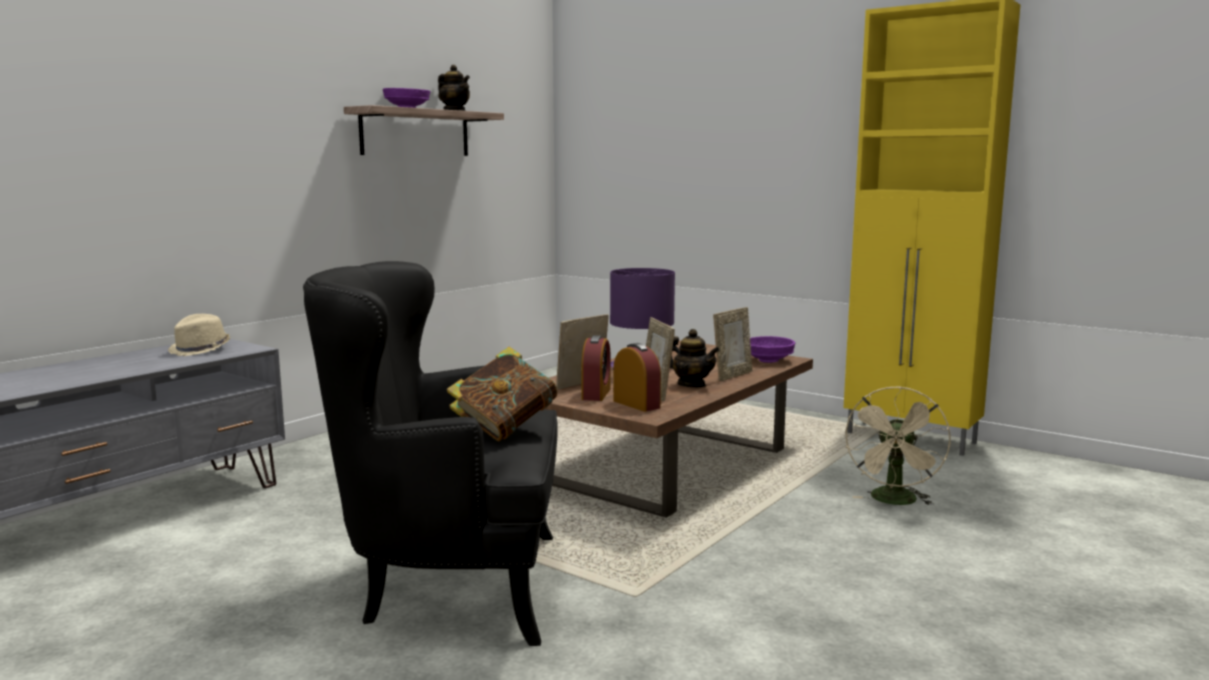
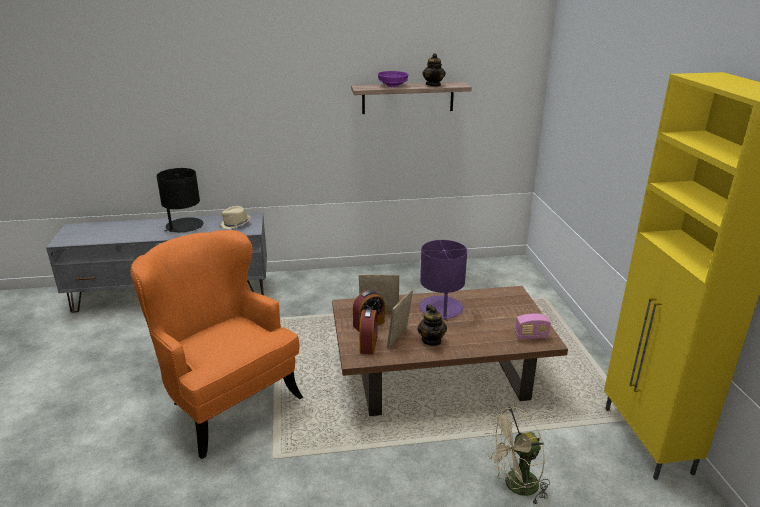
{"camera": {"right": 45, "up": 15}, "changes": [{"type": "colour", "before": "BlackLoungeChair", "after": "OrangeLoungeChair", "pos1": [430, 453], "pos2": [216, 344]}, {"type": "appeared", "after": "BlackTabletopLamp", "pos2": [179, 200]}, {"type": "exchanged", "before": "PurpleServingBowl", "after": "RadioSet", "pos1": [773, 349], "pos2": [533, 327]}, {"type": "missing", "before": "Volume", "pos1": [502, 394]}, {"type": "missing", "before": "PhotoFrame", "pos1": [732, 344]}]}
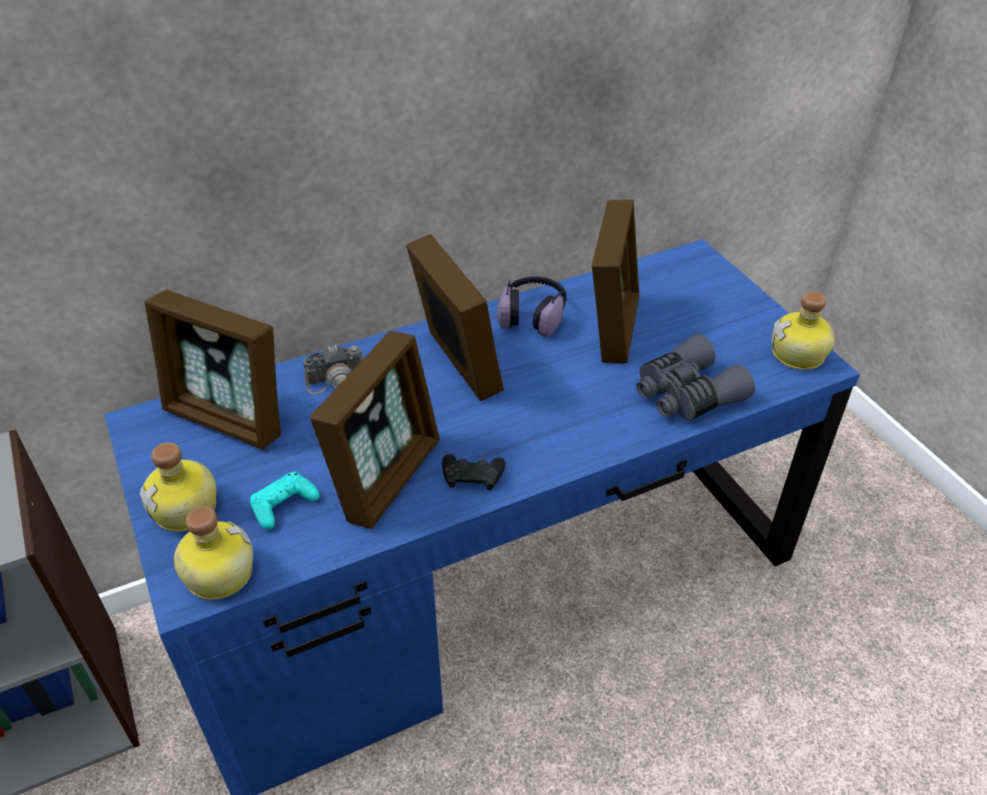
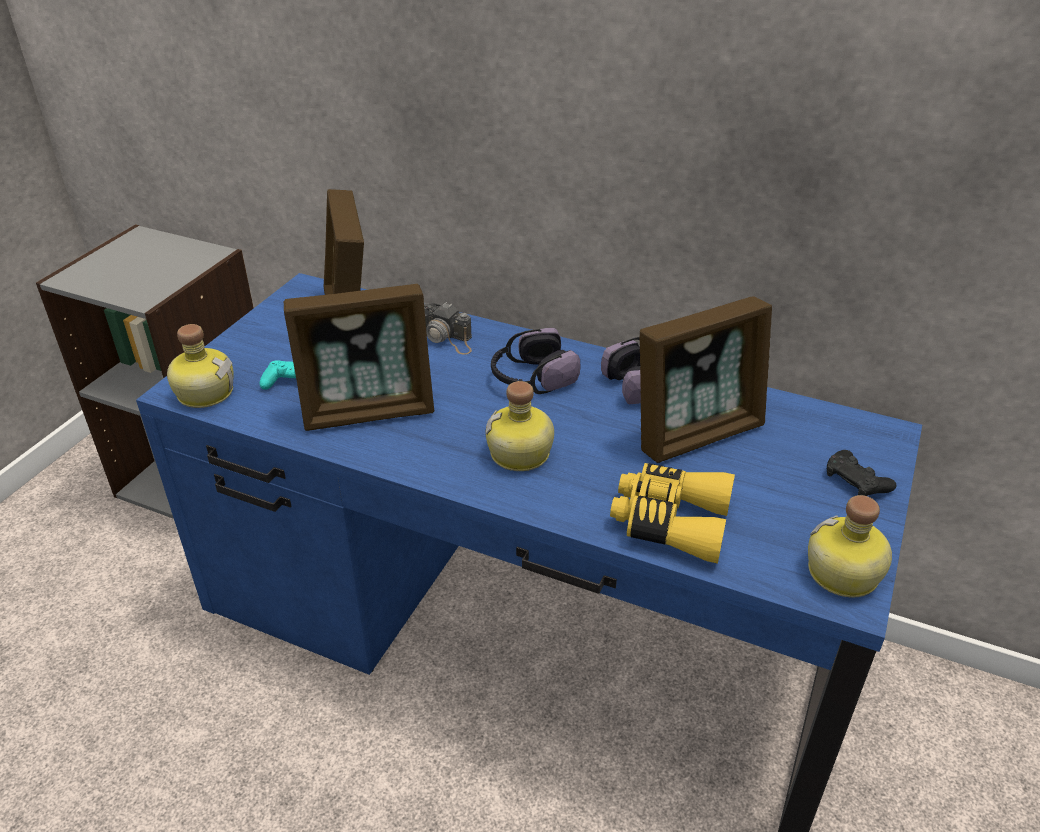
{"camera": {"right": 50, "up": -5}, "changes": [{"type": "relocated", "before": "Bottle", "pos1": [178, 487], "pos2": [520, 426]}, {"type": "exchanged", "before": "PhotoFrame", "after": "PairOfHeadphones", "pos1": [455, 317], "pos2": [536, 361]}, {"type": "colour", "before": "GrayBinoculars", "after": "YellowBinoculars", "pos1": [695, 377], "pos2": [672, 513]}, {"type": "relocated", "before": "BlackGameController", "pos1": [474, 472], "pos2": [861, 473]}]}
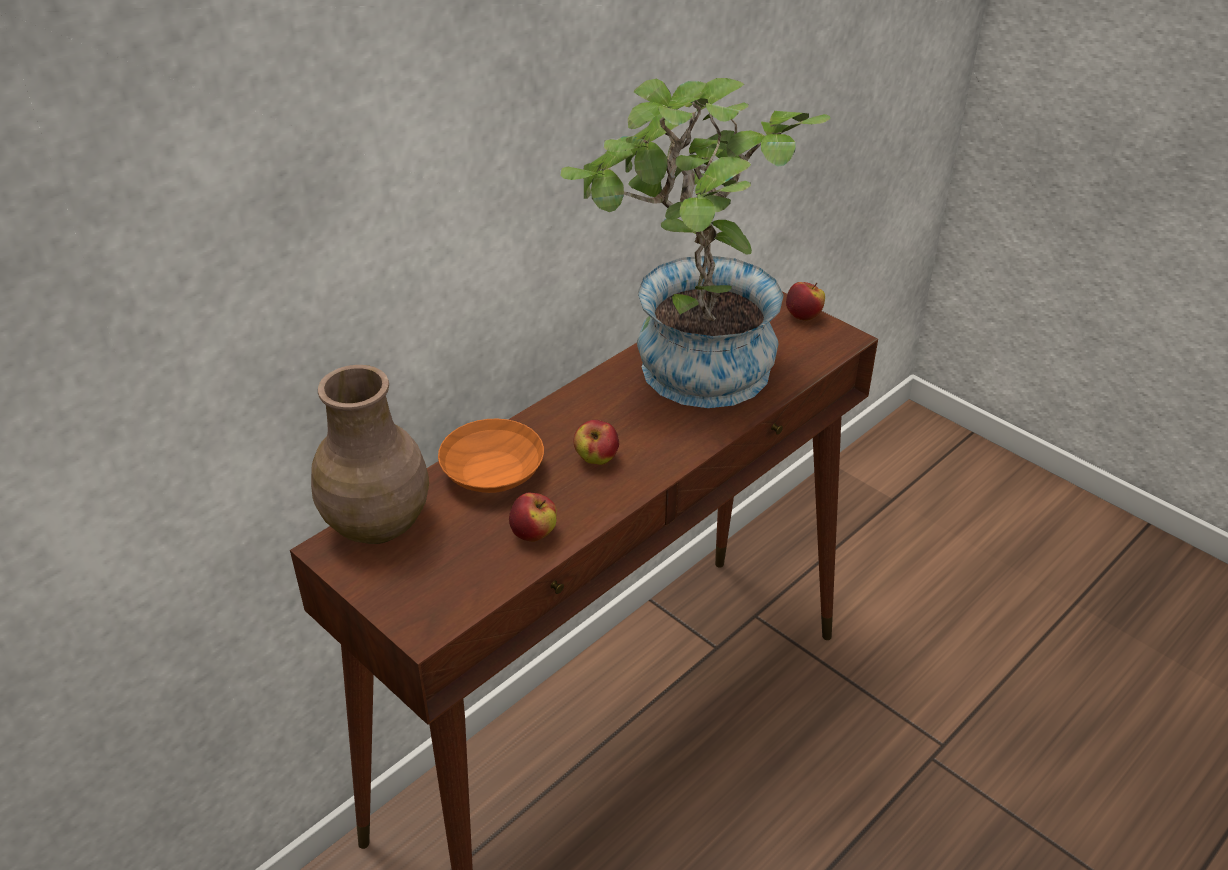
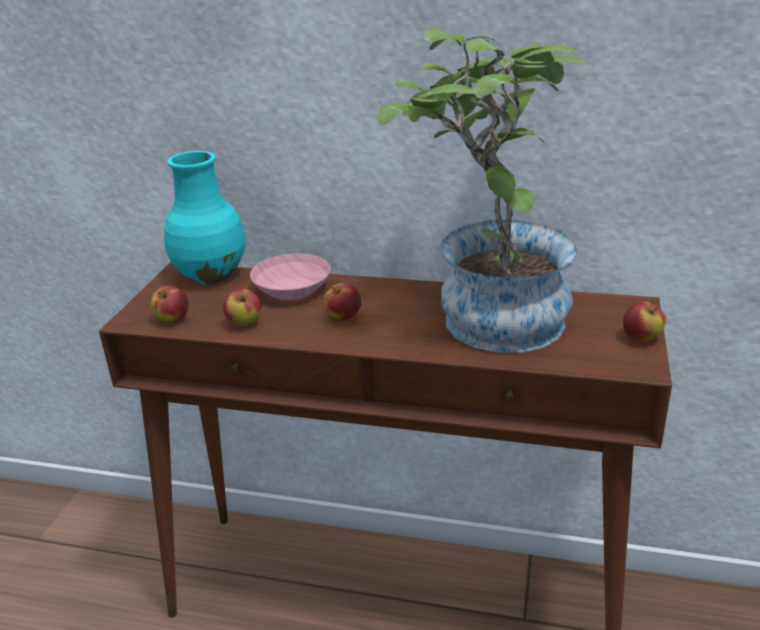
{"camera": {"right": 60, "up": -10}, "changes": [{"type": "appeared", "after": "AppleFruit", "pos2": [170, 304]}, {"type": "colour", "before": "BrownishFlowerVase", "after": "TurquoiseFlowerVase", "pos1": [370, 454], "pos2": [205, 217]}, {"type": "colour", "before": "OrangeServingBowl", "after": "PinkColouredServingBowl", "pos1": [491, 456], "pos2": [290, 277]}]}
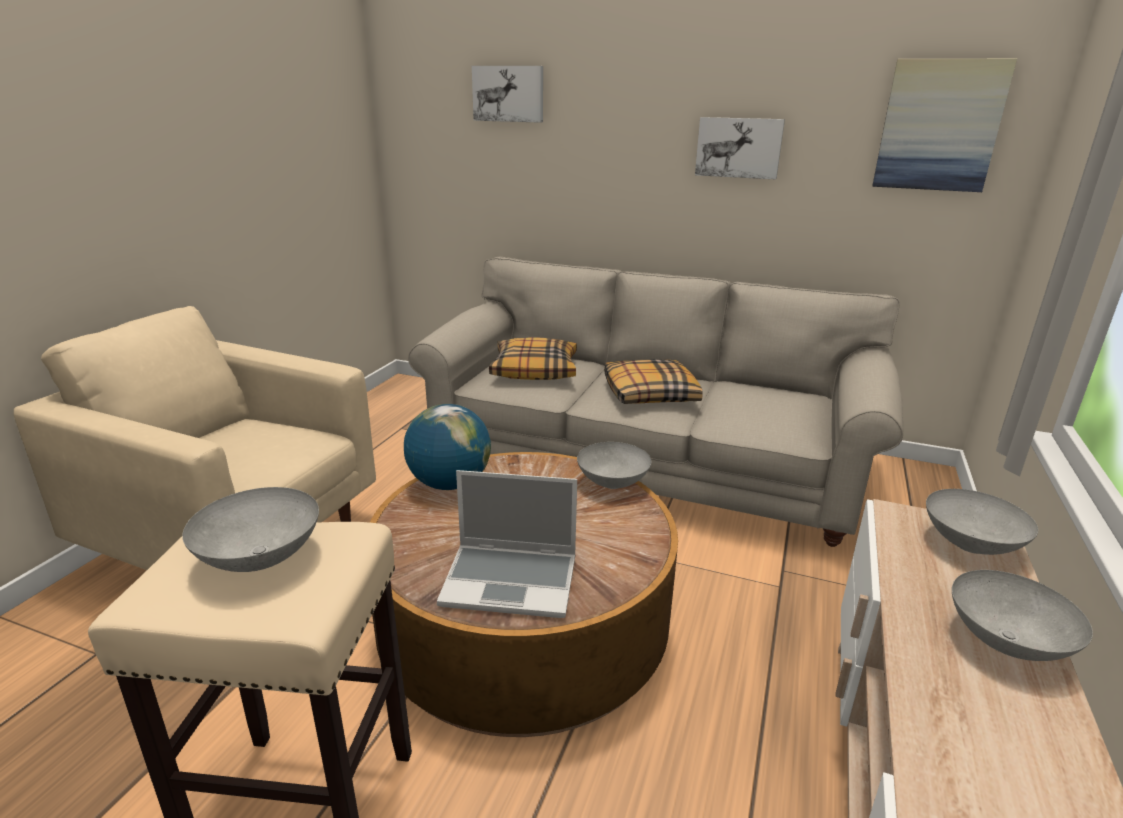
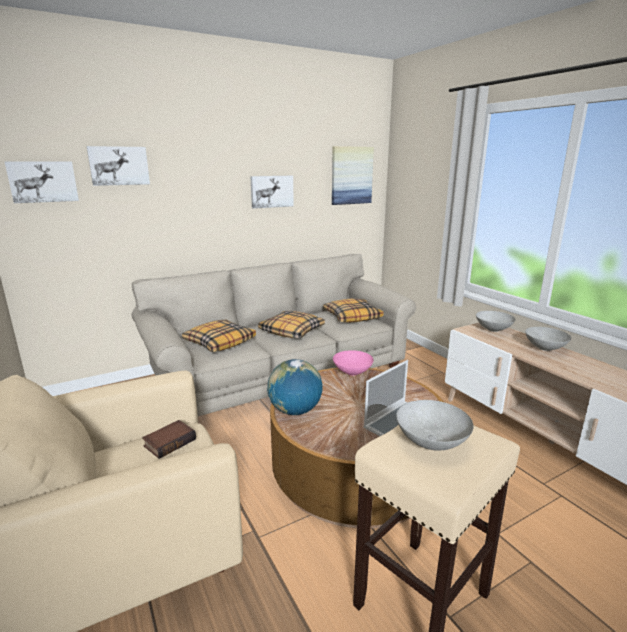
{"camera": {"right": -50, "up": -5}, "changes": [{"type": "appeared", "after": "WallArt", "pos2": [42, 182]}, {"type": "appeared", "after": "Volume", "pos2": [169, 439]}, {"type": "appeared", "after": "Pillow", "pos2": [353, 311]}, {"type": "colour", "before": "GrayServingBowl", "after": "PinkColouredServingBowl", "pos1": [614, 465], "pos2": [353, 362]}]}
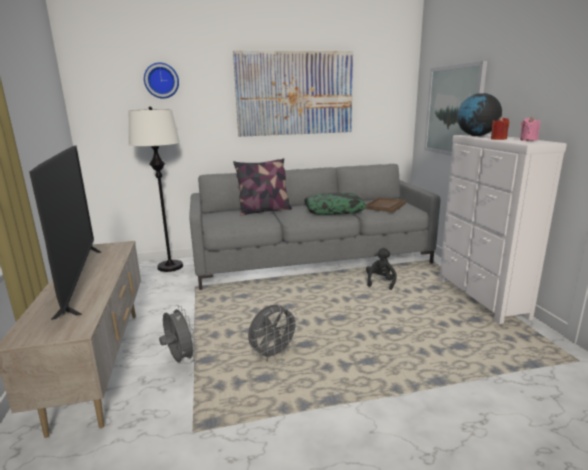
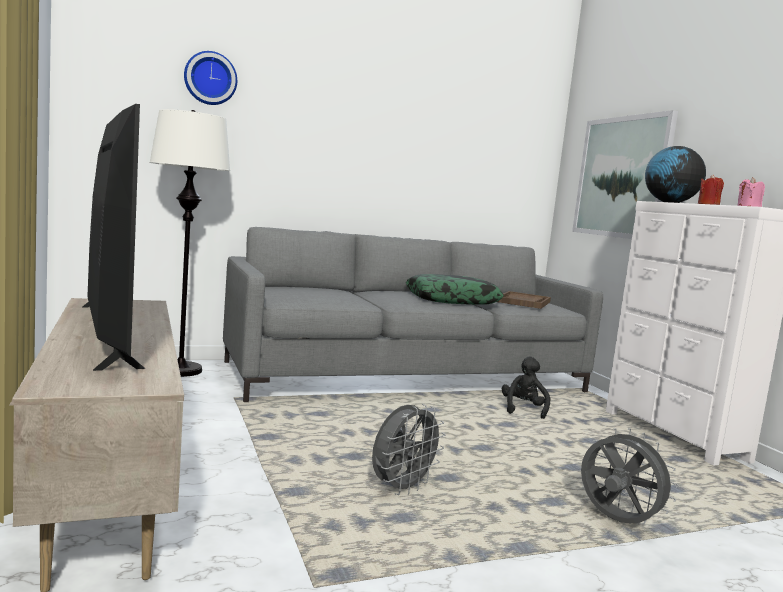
{"camera": {"right": -10, "up": -10}, "changes": [{"type": "relocated", "before": "GrayFan", "pos1": [178, 333], "pos2": [630, 476]}, {"type": "missing", "before": "WallArt", "pos1": [293, 94]}, {"type": "missing", "before": "Pillow", "pos1": [262, 186]}]}
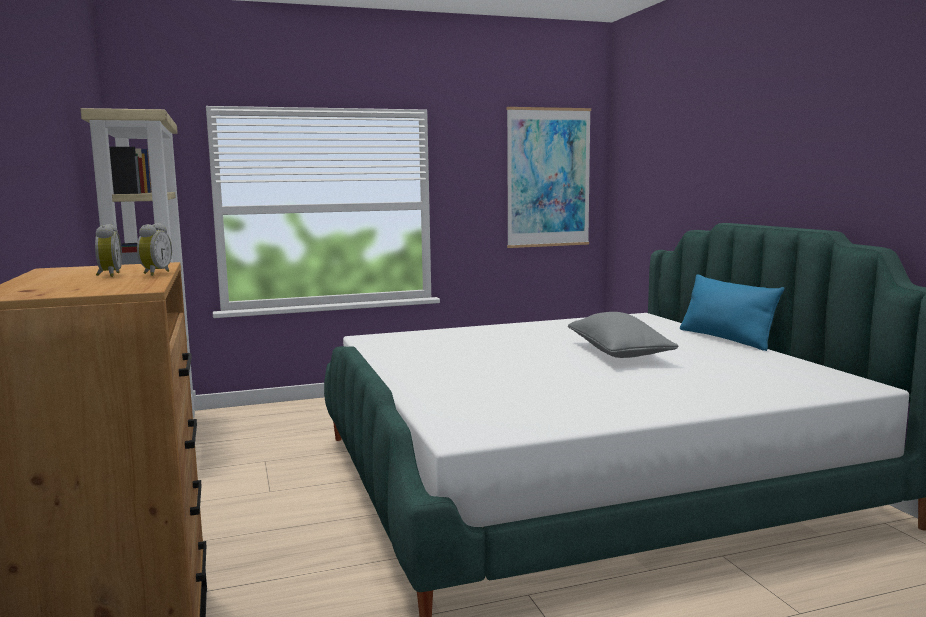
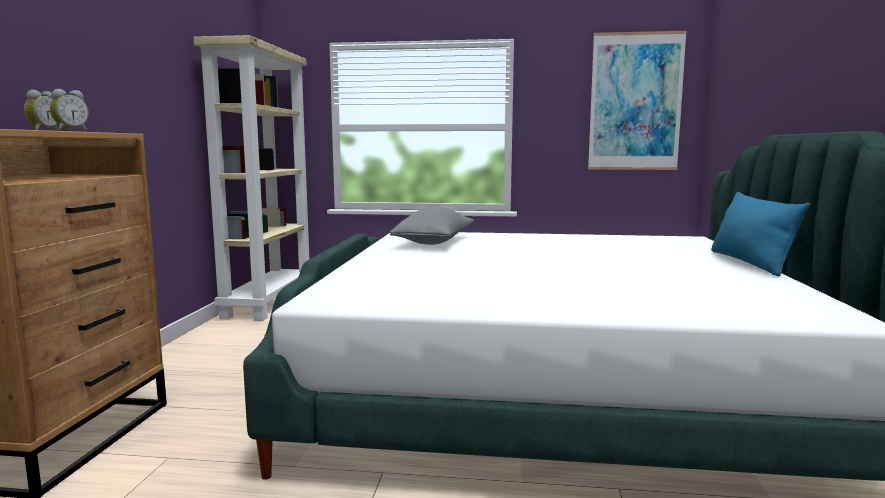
{"camera": {"right": 25, "up": 0}, "changes": [{"type": "relocated", "before": "GrayPillow", "pos1": [623, 335], "pos2": [432, 226]}]}
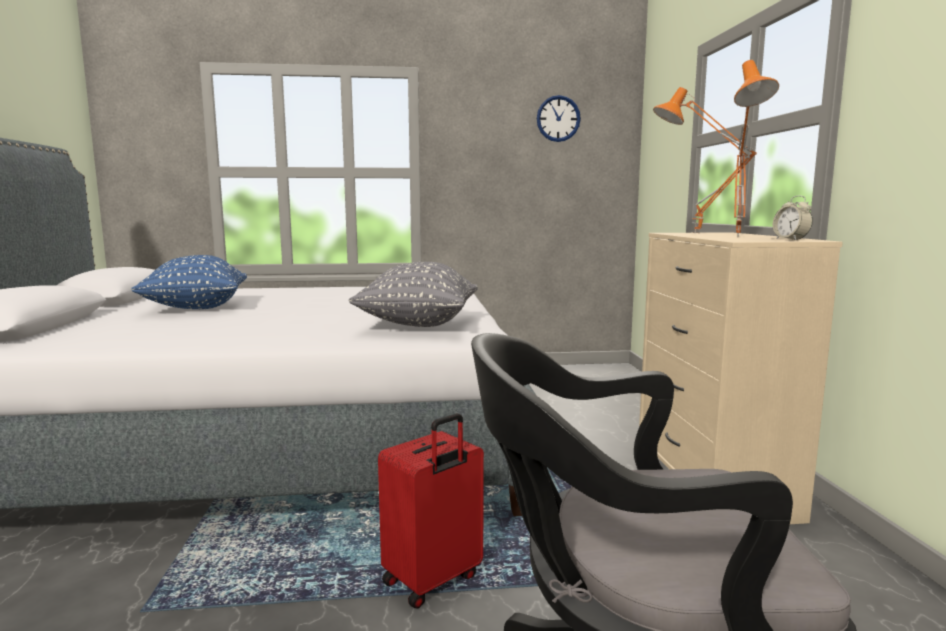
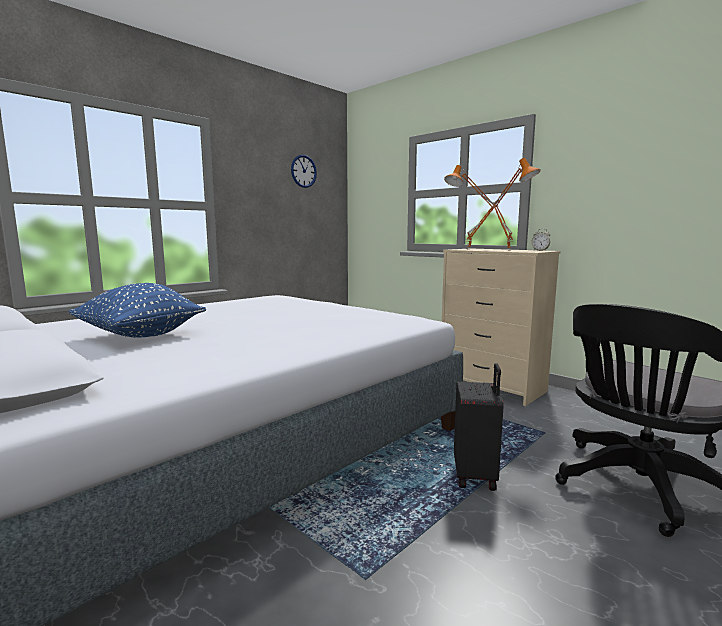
{"camera": {"right": -40, "up": 0}, "changes": [{"type": "colour", "before": "RedSuitcase", "after": "BlackSuitcase", "pos1": [431, 511], "pos2": [479, 427]}, {"type": "missing", "before": "GrayPillow", "pos1": [413, 294]}]}
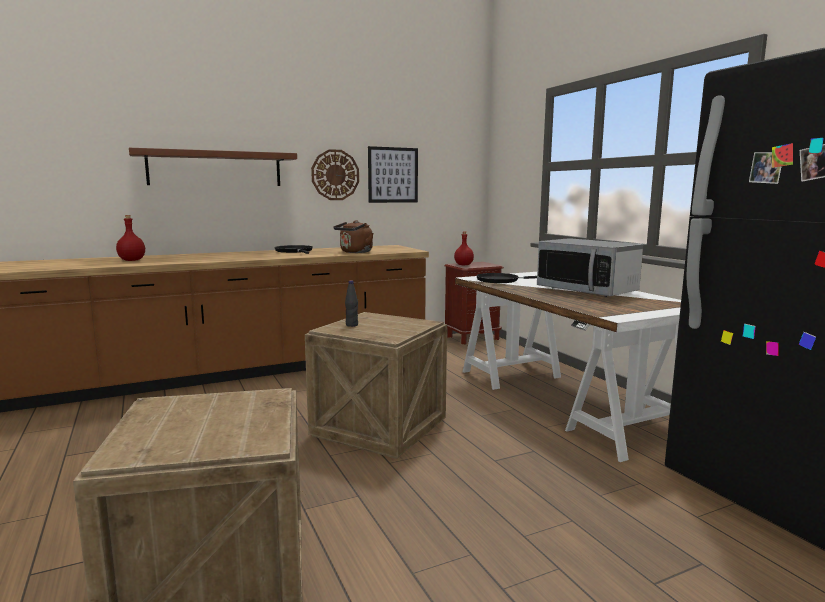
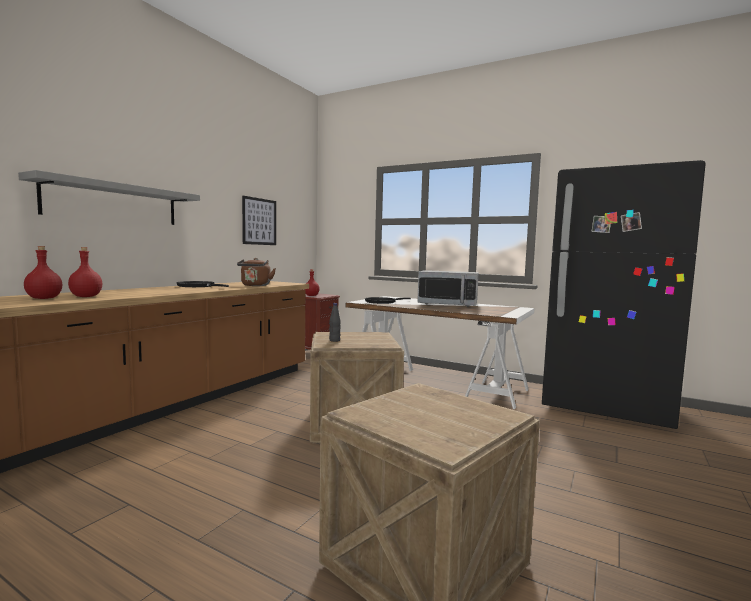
{"camera": {"right": -35, "up": -5}, "changes": [{"type": "colour", "before": "BrownishWallShelf", "after": "GrayWallShelf", "pos1": [213, 167], "pos2": [109, 197]}, {"type": "appeared", "after": "RedBottle", "pos2": [85, 272]}, {"type": "missing", "before": "HangingClock", "pos1": [335, 174]}]}
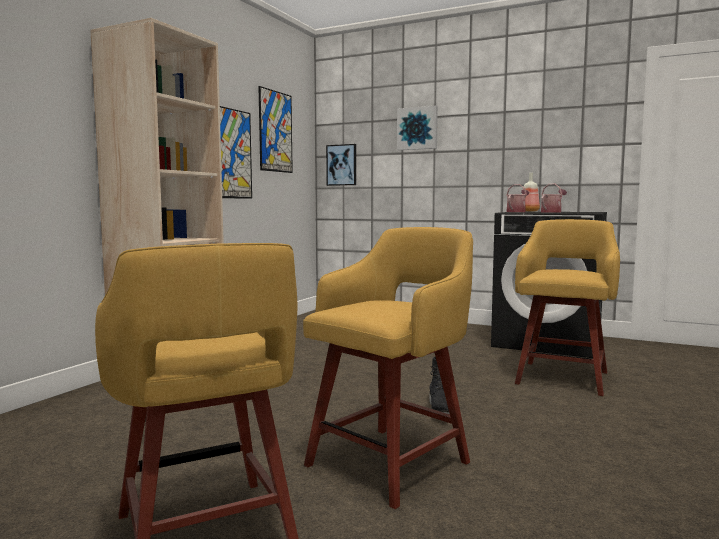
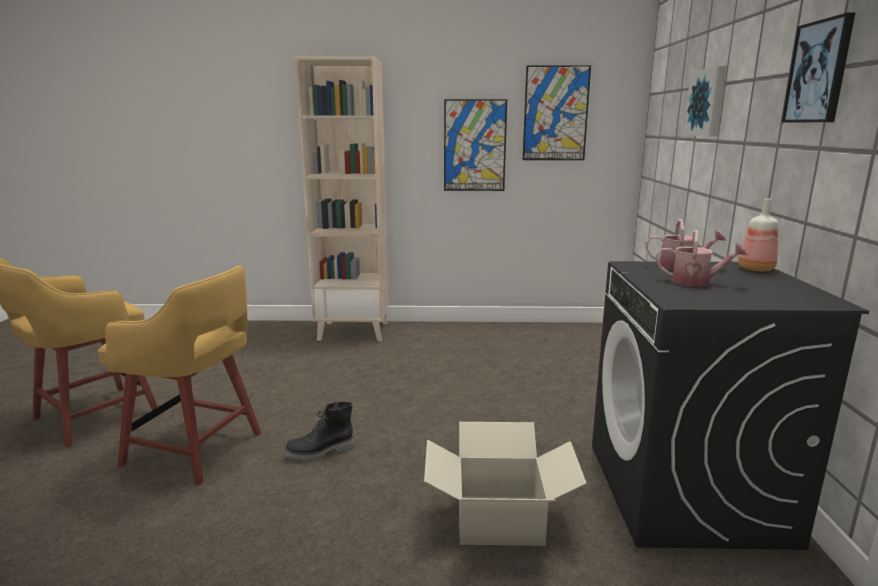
{"camera": {"right": 65, "up": 10}, "changes": [{"type": "exchanged", "before": "YellowStool", "after": "Carton", "pos1": [567, 307], "pos2": [505, 484]}, {"type": "relocated", "before": "WallArt", "pos1": [341, 165], "pos2": [818, 67]}]}
